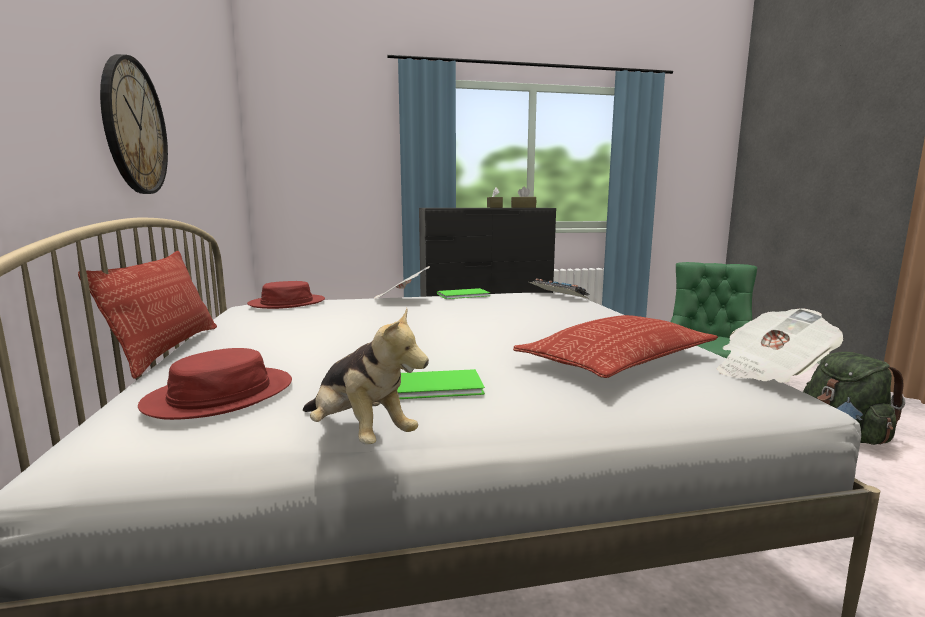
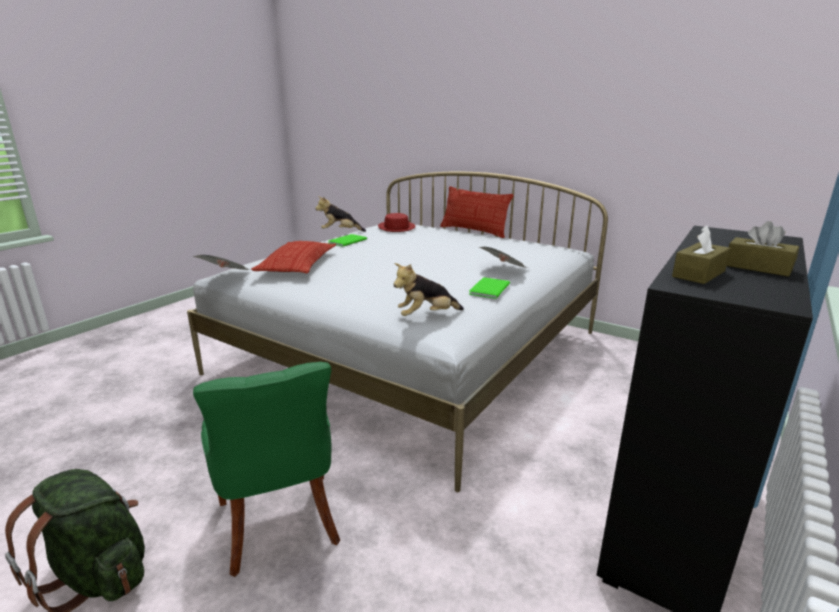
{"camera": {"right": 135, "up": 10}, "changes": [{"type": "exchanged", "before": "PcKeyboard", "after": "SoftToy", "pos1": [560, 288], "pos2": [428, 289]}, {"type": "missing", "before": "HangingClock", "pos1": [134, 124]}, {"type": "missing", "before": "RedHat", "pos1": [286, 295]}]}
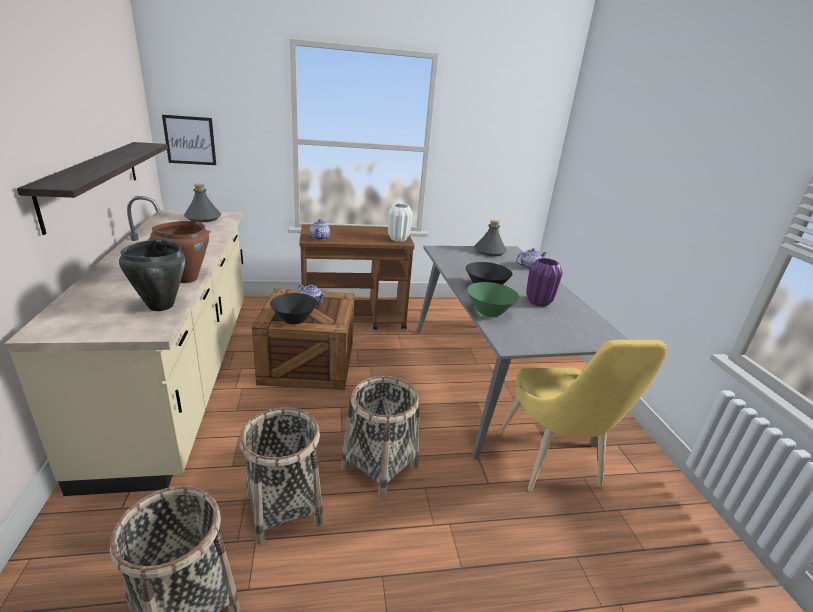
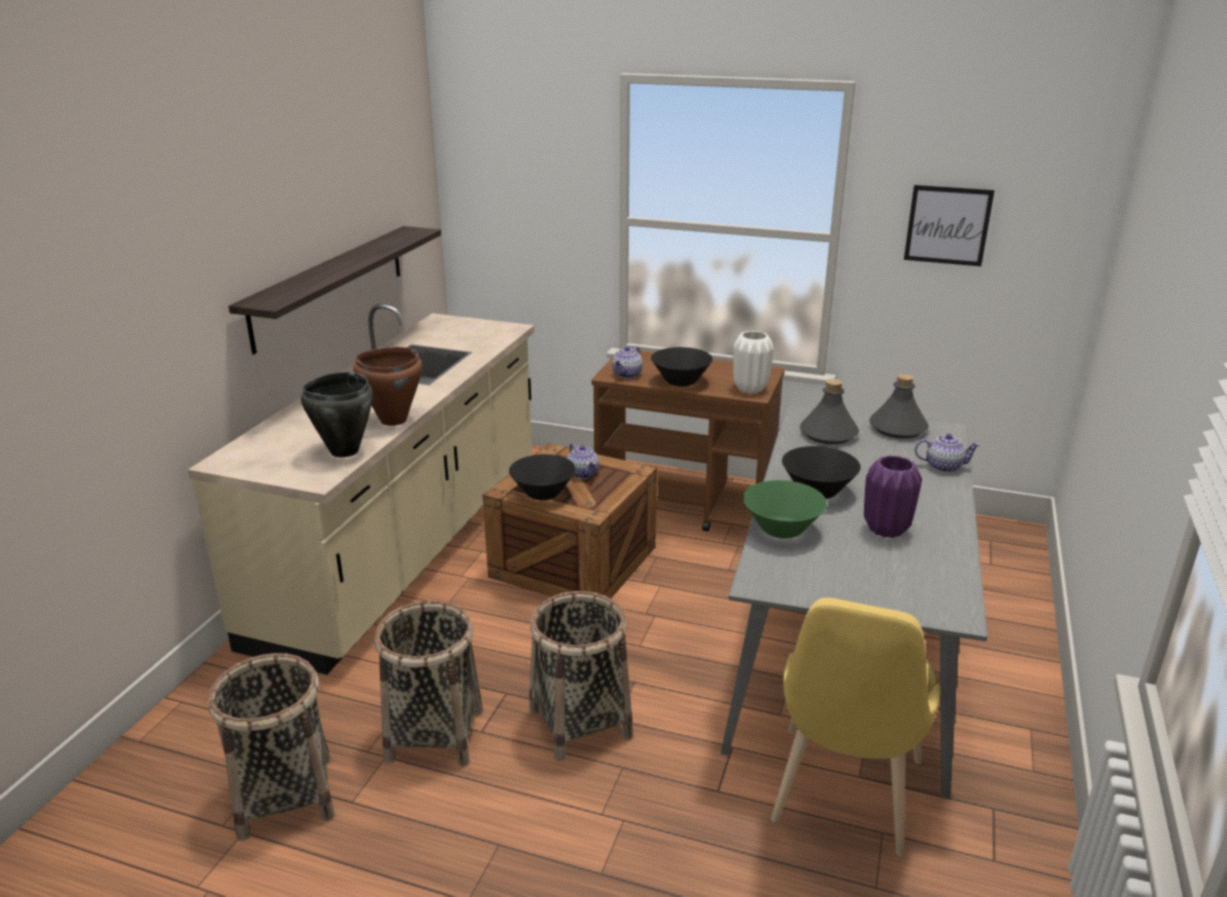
{"camera": {"right": 30, "up": 0}, "changes": [{"type": "appeared", "after": "BlackServingBowl", "pos2": [682, 367]}, {"type": "relocated", "before": "GrayBottle", "pos1": [202, 203], "pos2": [829, 411]}, {"type": "relocated", "before": "WallArt", "pos1": [189, 140], "pos2": [949, 225]}]}
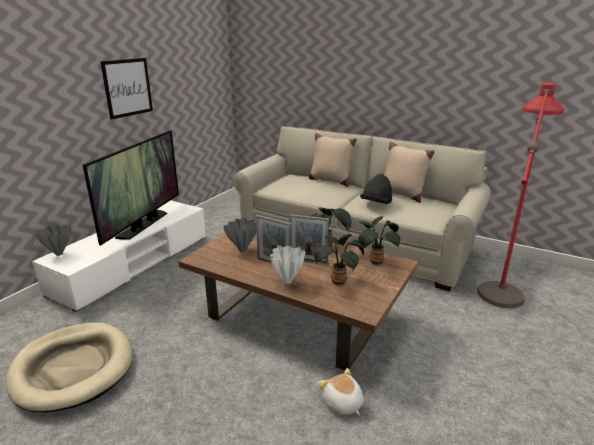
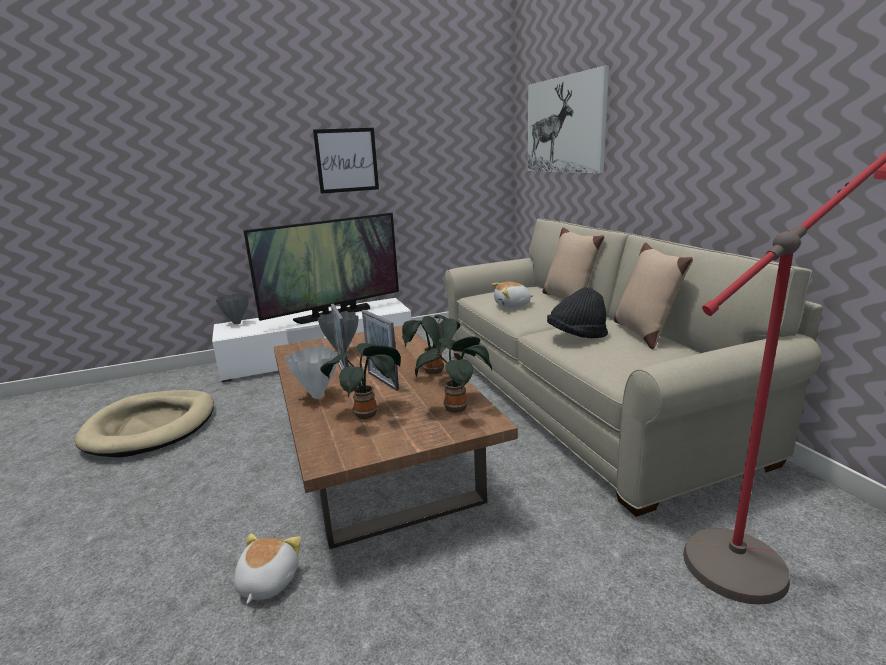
{"camera": {"right": 40, "up": -5}, "changes": [{"type": "appeared", "after": "SoftToy", "pos2": [512, 295]}, {"type": "appeared", "after": "WallArt", "pos2": [568, 120]}]}
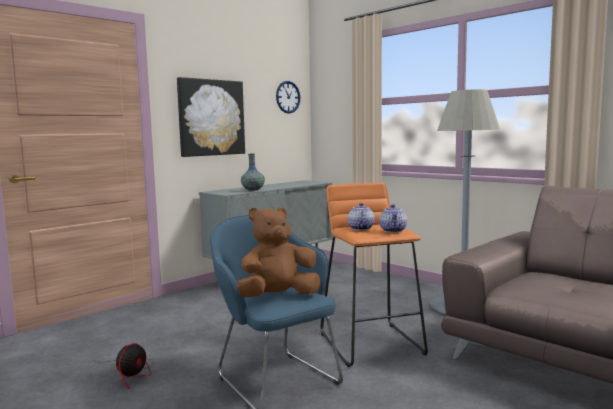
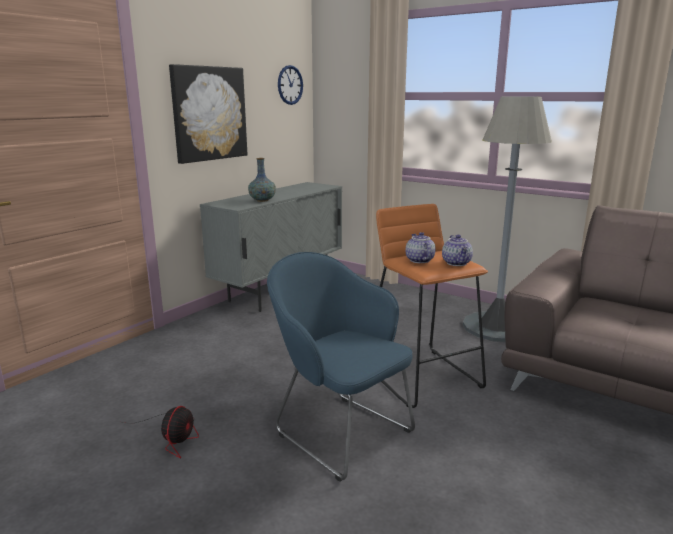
{"camera": {"right": -10, "up": 10}, "changes": [{"type": "missing", "before": "BrownishSoftToy", "pos1": [278, 252]}]}
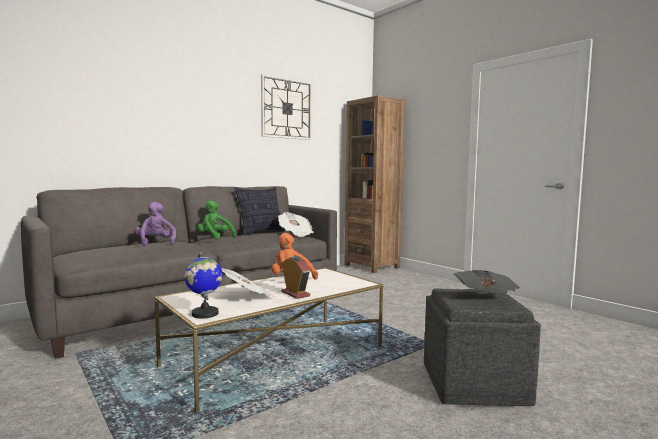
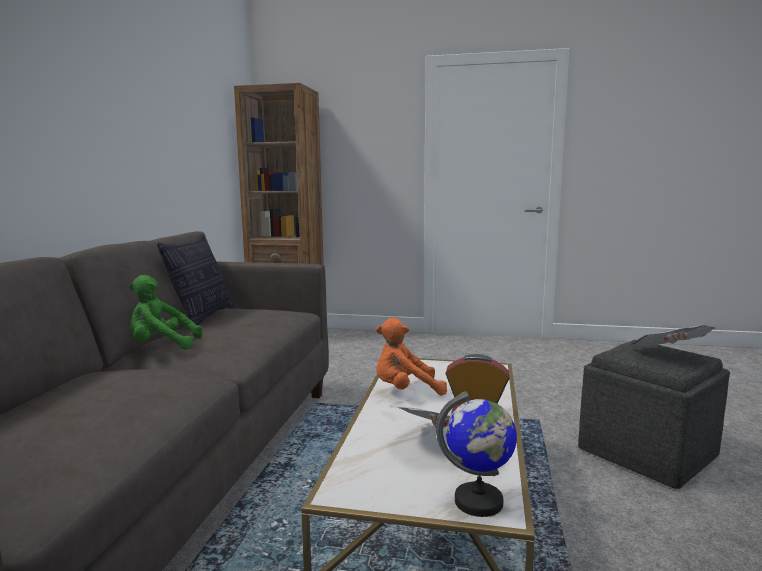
{"camera": {"right": -40, "up": 5}, "changes": [{"type": "missing", "before": "PurpleSoftToy", "pos1": [155, 224]}, {"type": "missing", "before": "HangingClock", "pos1": [286, 107]}, {"type": "missing", "before": "DailyPaper", "pos1": [296, 224]}]}
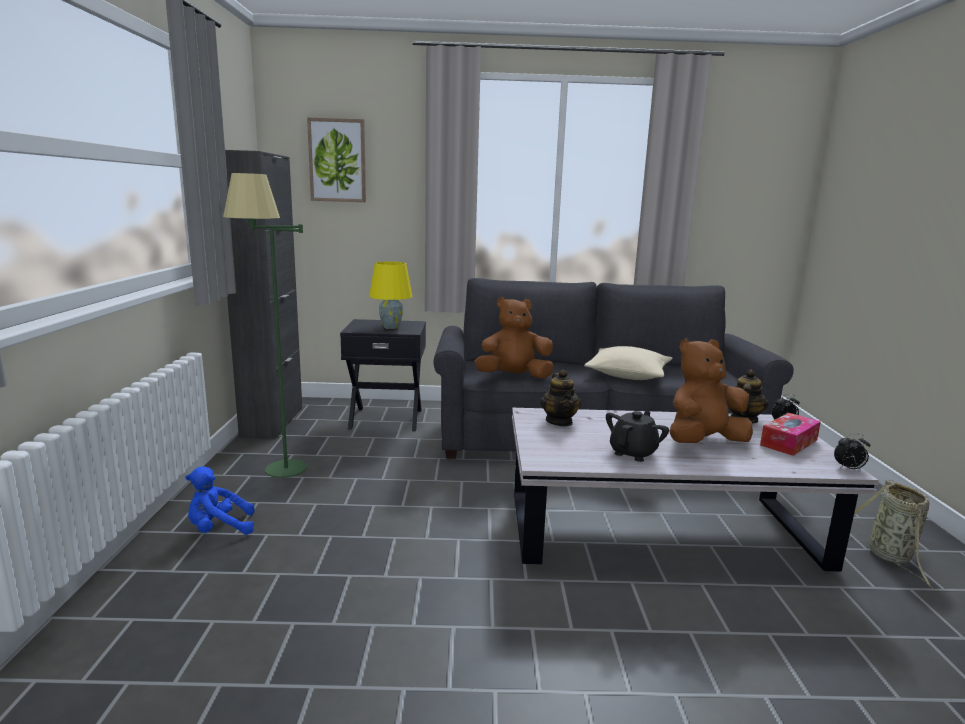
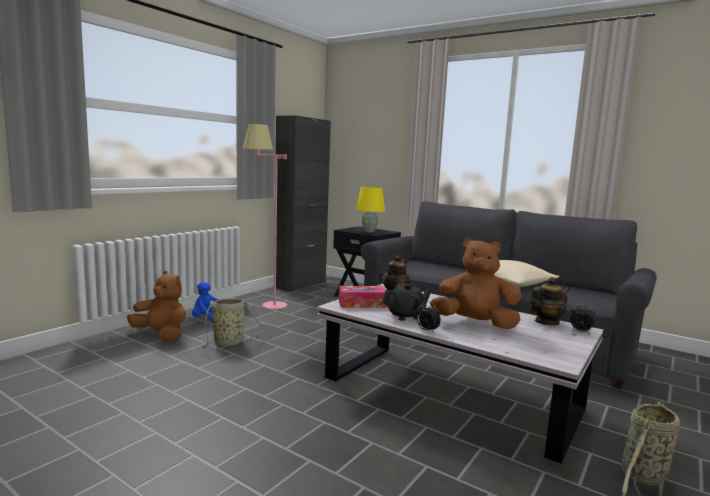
{"camera": {"right": 35, "up": -5}, "changes": [{"type": "relocated", "before": "BrownishSoftToy", "pos1": [514, 337], "pos2": [156, 306]}, {"type": "appeared", "after": "StorageBasket", "pos2": [234, 322]}, {"type": "colour", "before": "GreenishStandingLamp", "after": "PinkColouredStandingLamp", "pos1": [265, 325], "pos2": [265, 216]}, {"type": "relocated", "before": "TissueHolder", "pos1": [790, 434], "pos2": [363, 297]}, {"type": "relocated", "before": "BedsideClock", "pos1": [852, 451], "pos2": [429, 317]}, {"type": "missing", "before": "WallArt", "pos1": [336, 159]}]}
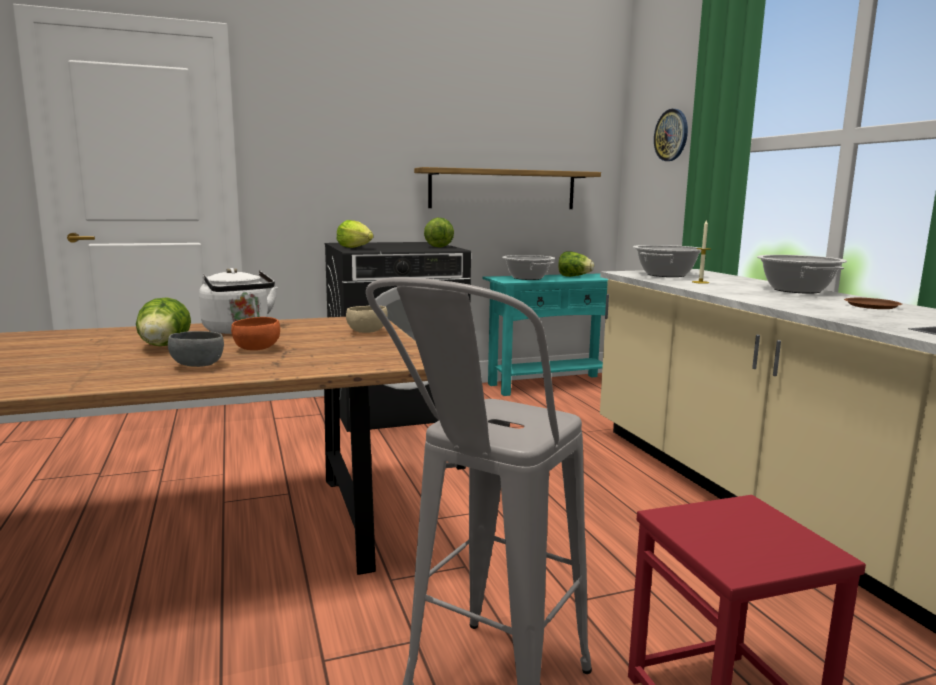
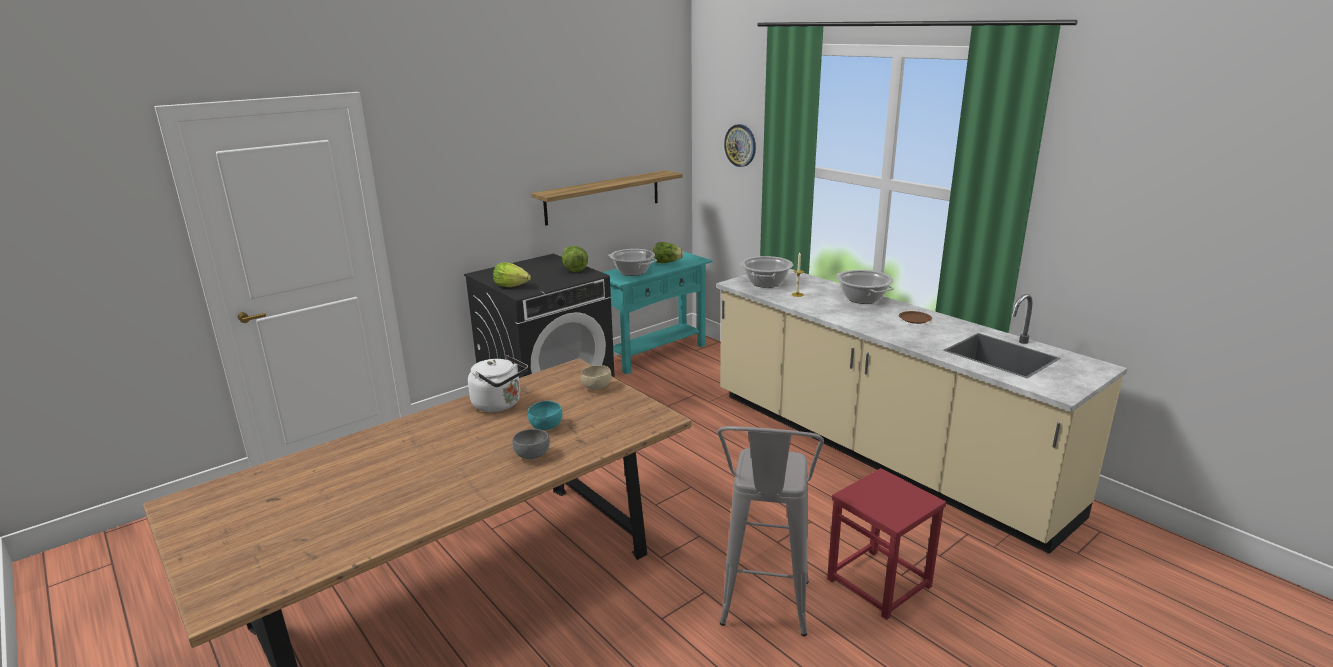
{"camera": {"right": -20, "up": 10}, "changes": [{"type": "colour", "before": "OrangeServingBowl", "after": "TurquoiseServingBowl", "pos1": [255, 333], "pos2": [545, 415]}, {"type": "missing", "before": "HeadOfLettuce", "pos1": [163, 321]}]}
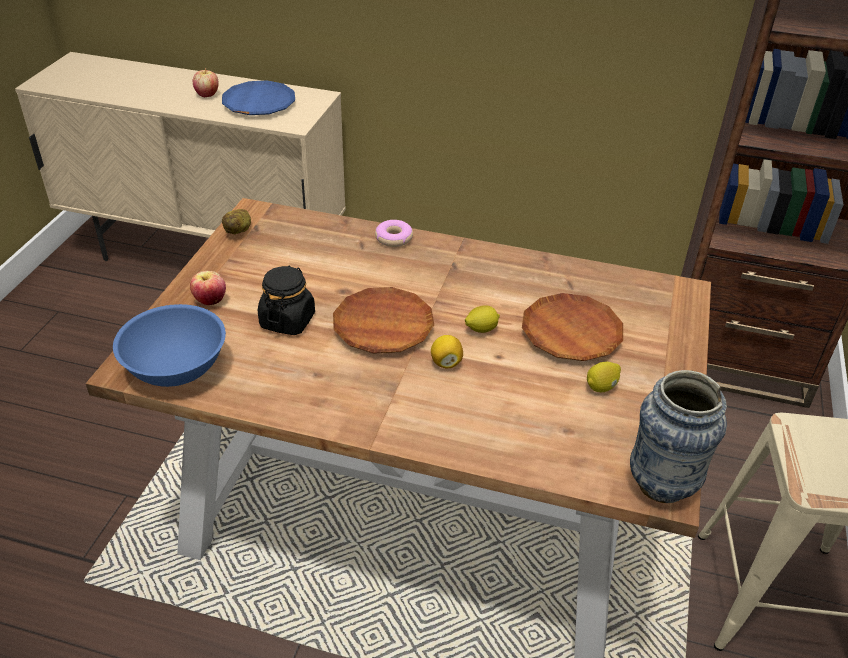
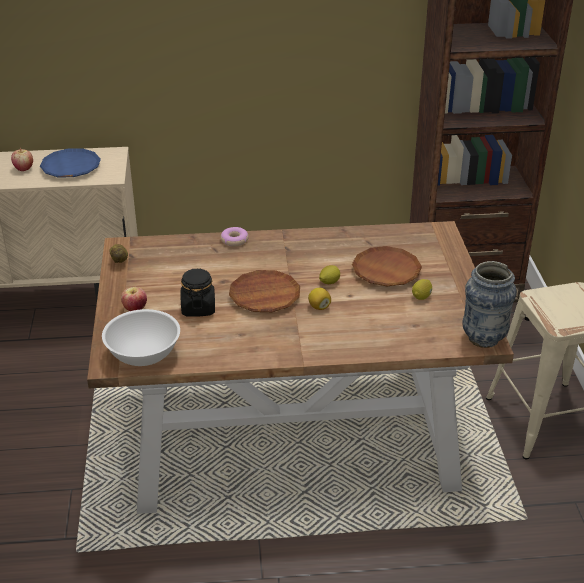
{"camera": {"right": -20, "up": -5}, "changes": [{"type": "colour", "before": "BluishServingBowl", "after": "WhitishServingBowl", "pos1": [169, 345], "pos2": [141, 337]}]}
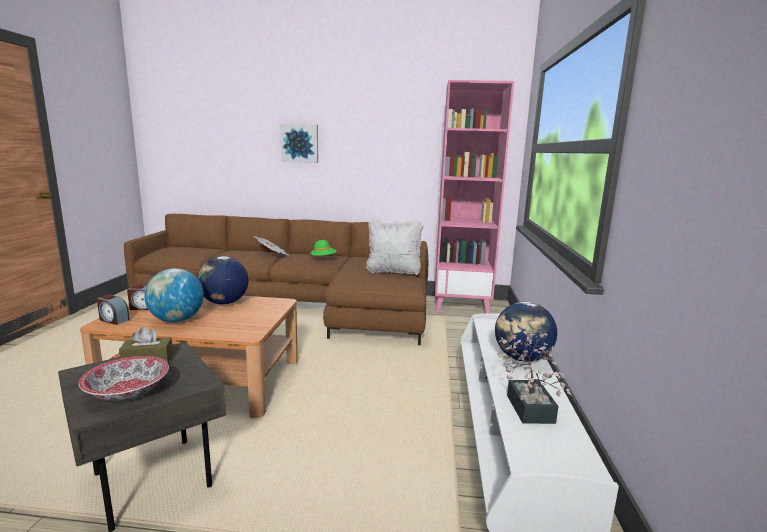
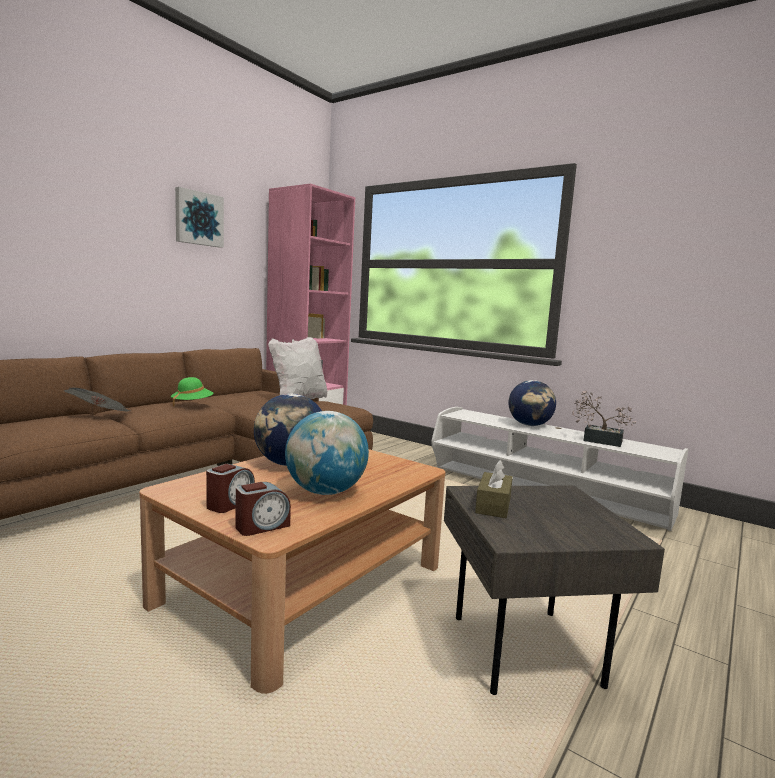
{"camera": {"right": -60, "up": -5}, "changes": [{"type": "relocated", "before": "WallArt", "pos1": [299, 143], "pos2": [199, 217]}, {"type": "missing", "before": "ServingBowl", "pos1": [124, 378]}]}
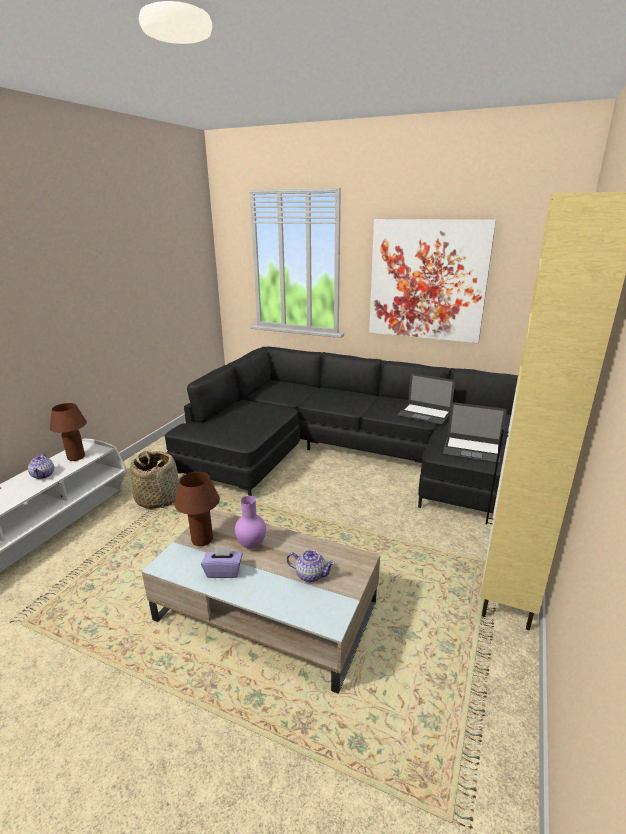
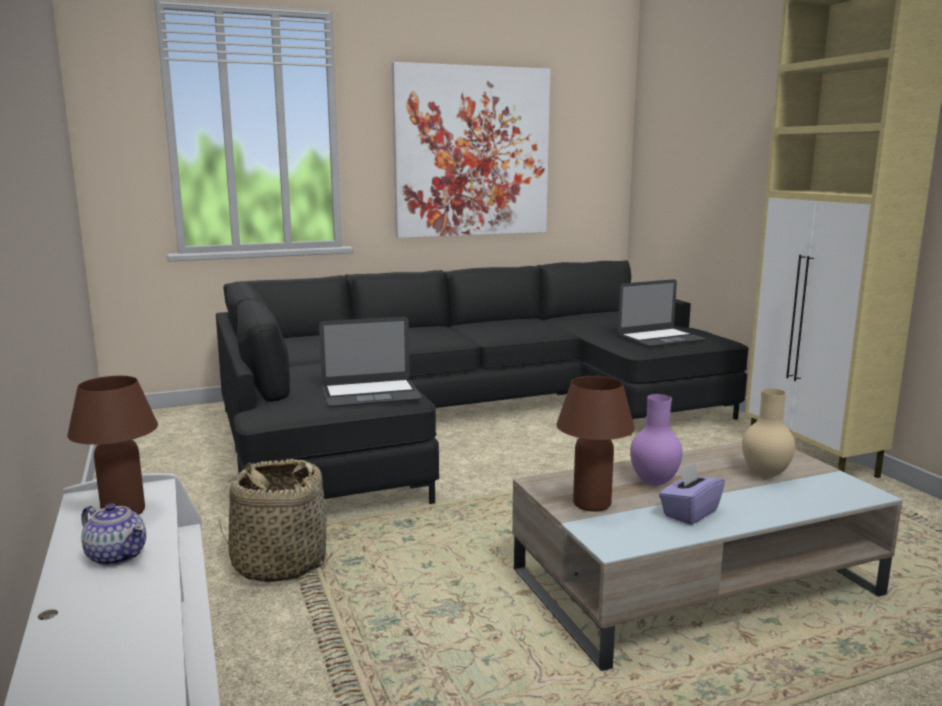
{"camera": {"right": -45, "up": -10}, "changes": [{"type": "relocated", "before": "PortableComputer", "pos1": [426, 398], "pos2": [370, 362]}, {"type": "exchanged", "before": "Teapot", "after": "SandColouredFlowerVase", "pos1": [311, 566], "pos2": [768, 433]}]}
